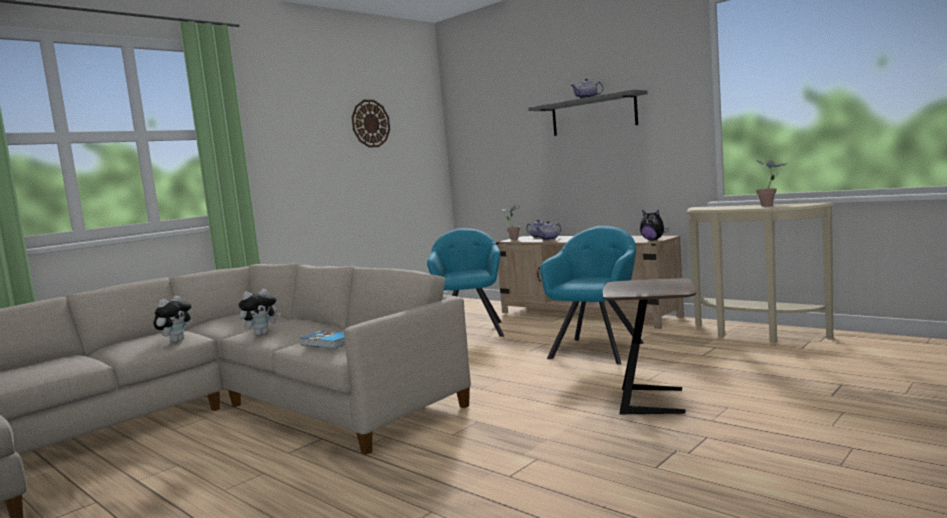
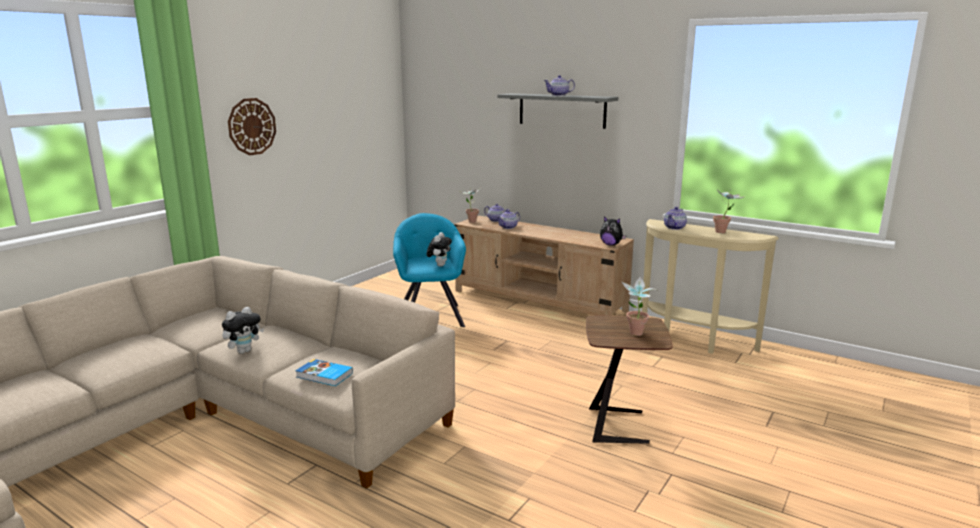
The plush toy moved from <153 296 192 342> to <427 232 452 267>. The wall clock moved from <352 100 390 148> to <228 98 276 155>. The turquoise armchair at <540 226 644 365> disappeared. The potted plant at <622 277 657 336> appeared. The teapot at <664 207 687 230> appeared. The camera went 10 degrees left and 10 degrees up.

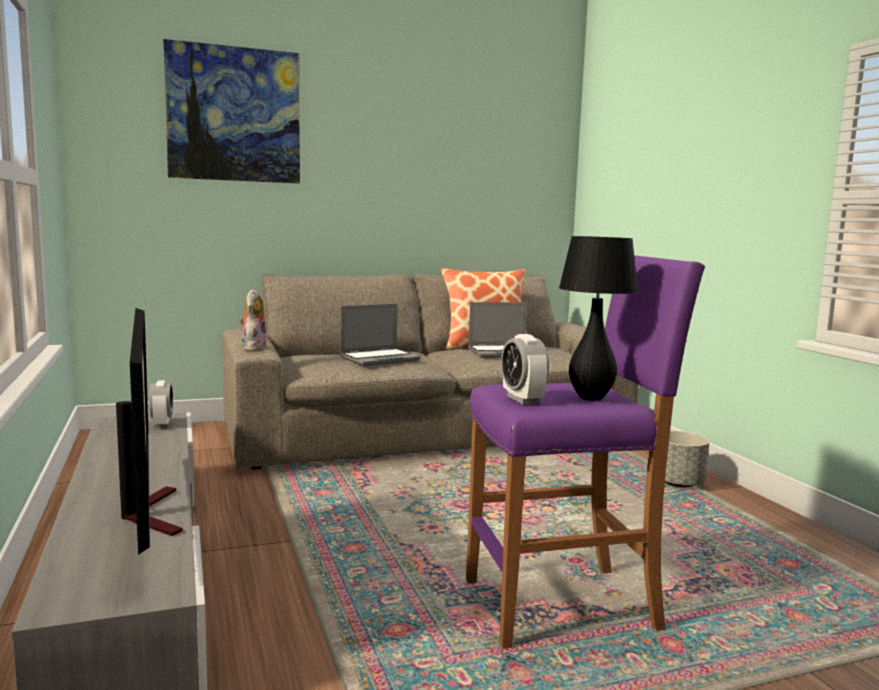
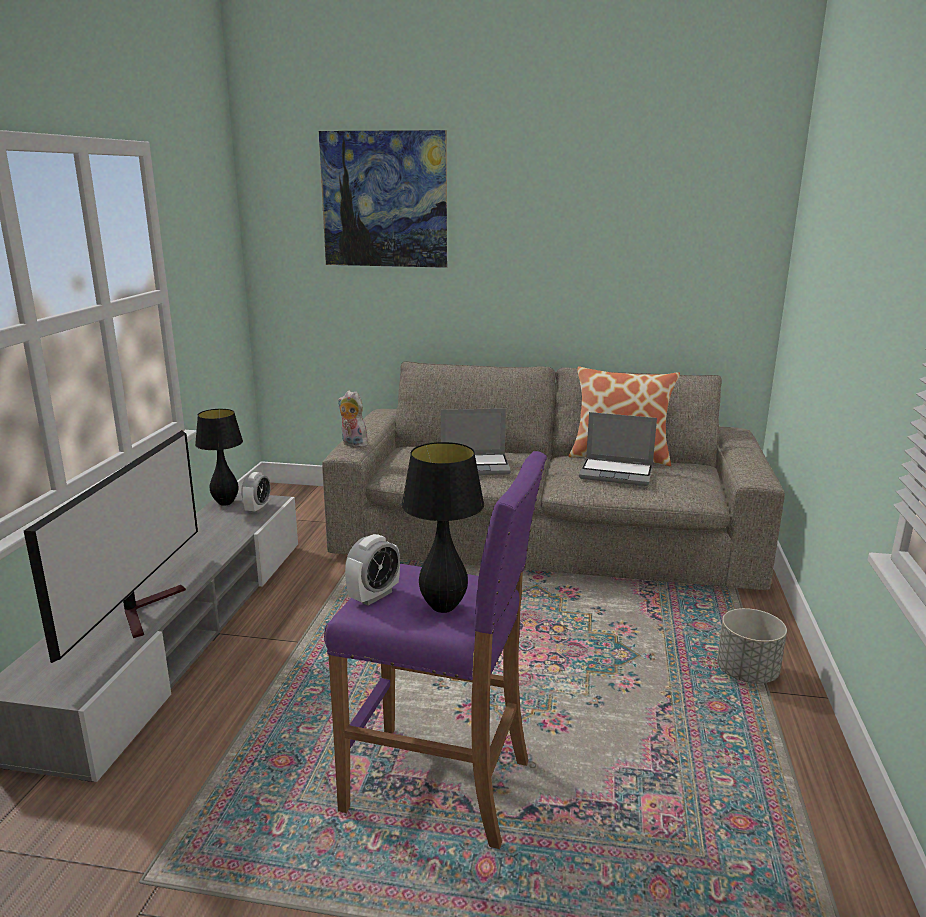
The plush toy at <239 289 267 351> turned 90 degrees counterclockwise. The alarm clock at <501 334 549 405> turned 150 degrees counterclockwise. The black table lamp at <195 409 243 506> appeared. The camera went 30 degrees right and 10 degrees up.

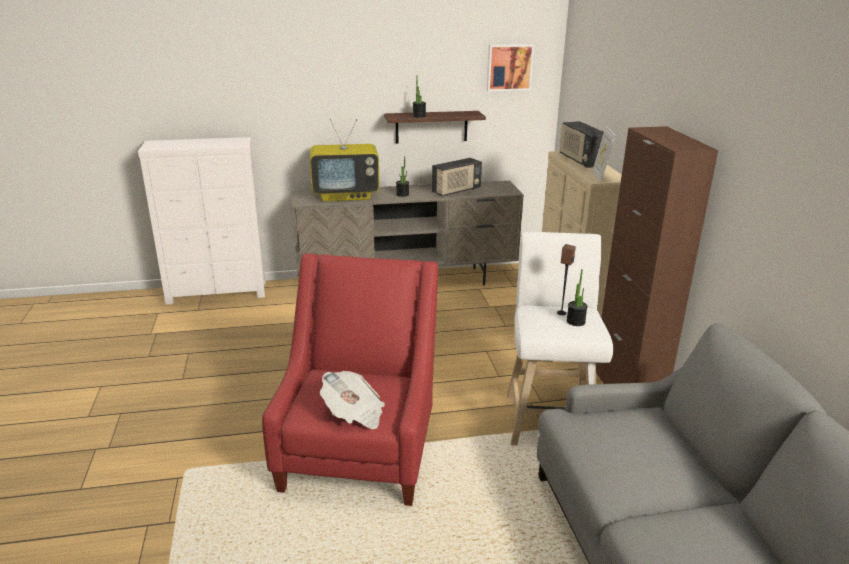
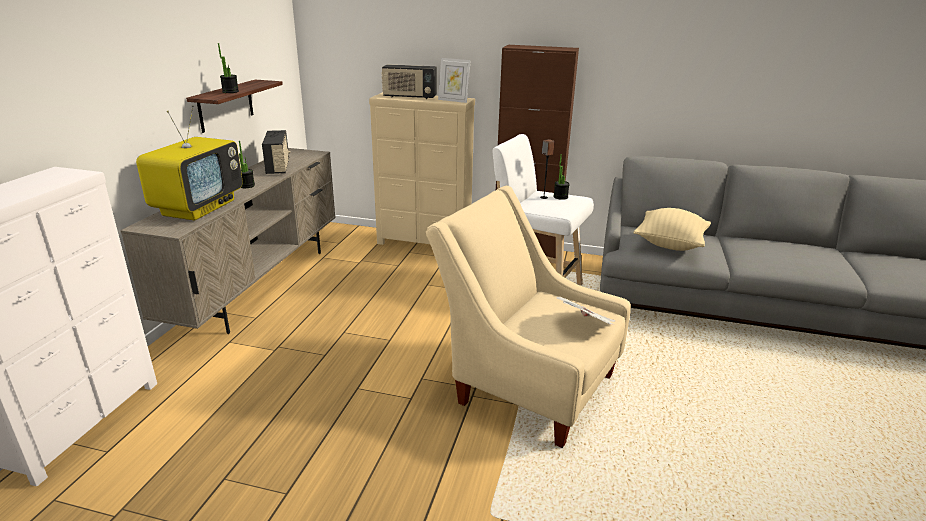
The red armchair at <262 253 438 506> became the beige armchair at <426 186 631 448>. The picture at <487 44 534 92> disappeared. The beige pillow at <633 208 711 251> appeared. The camera went 65 degrees left and 0 degrees up.

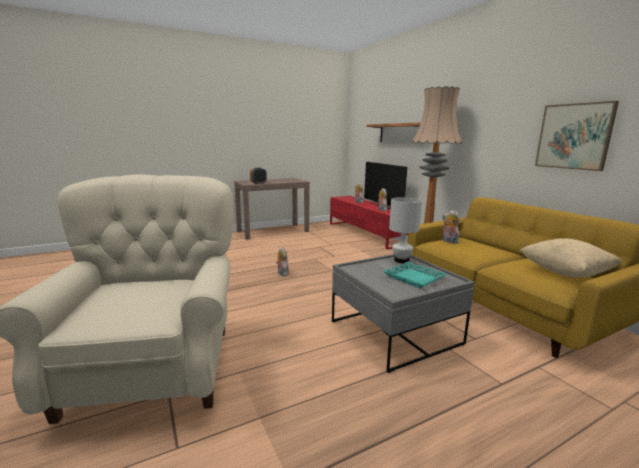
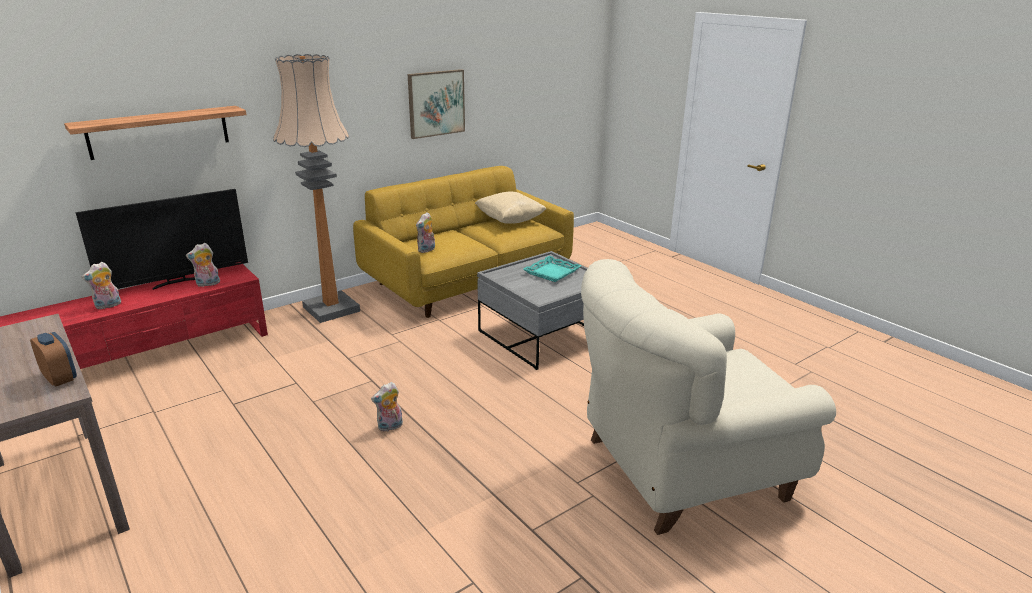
The white table lamp at <389 197 422 263> disappeared. The camera went 100 degrees left and 10 degrees up.

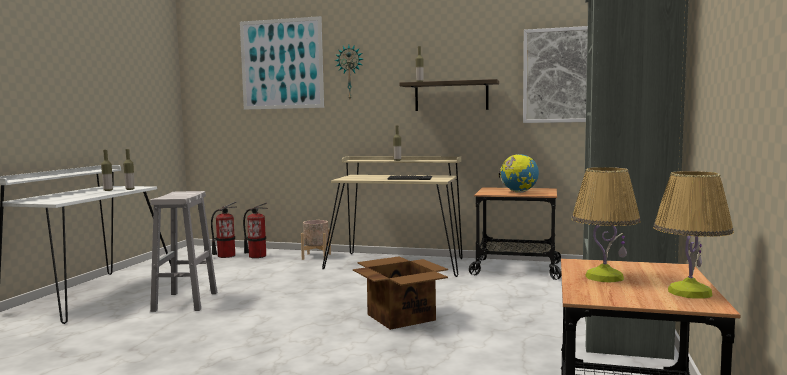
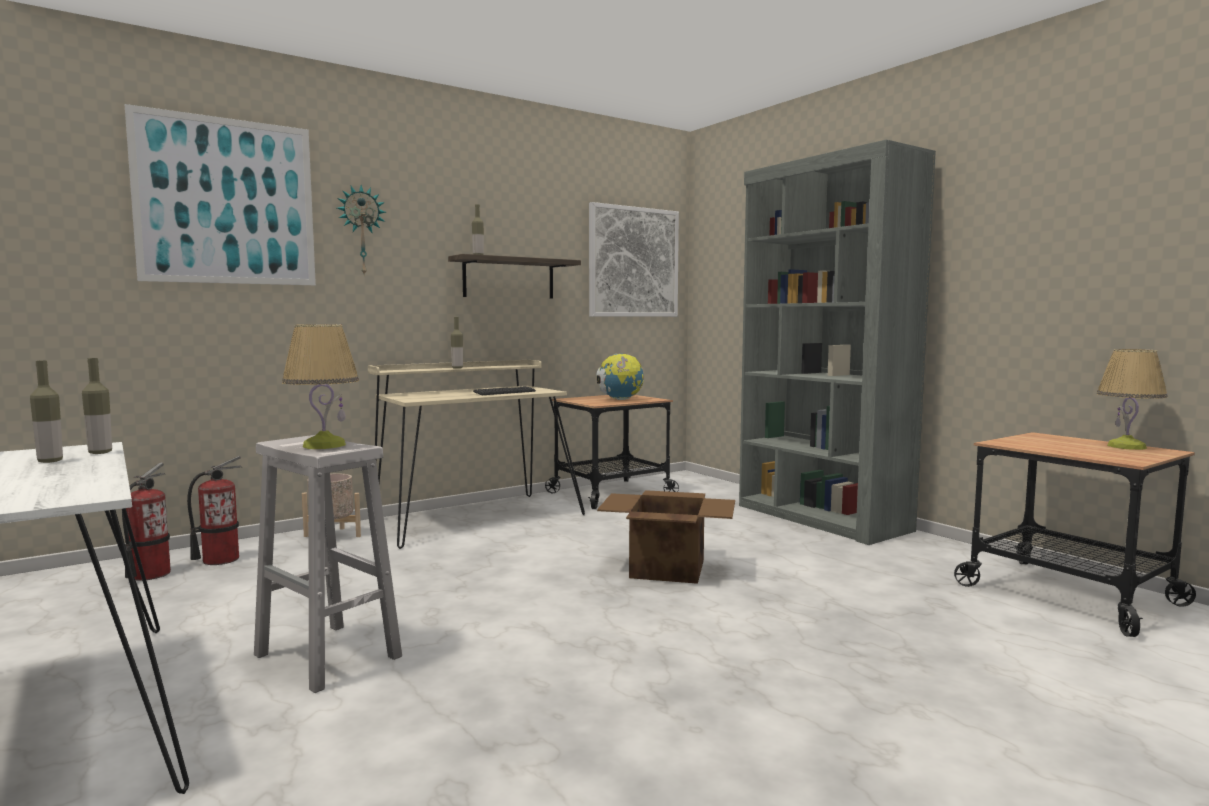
The table lamp moved from <572 167 641 282> to <282 324 359 449>. The camera went 50 degrees left and 0 degrees up.

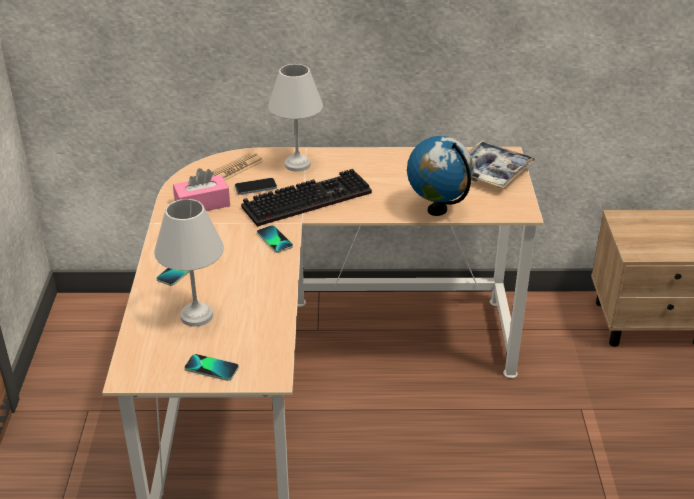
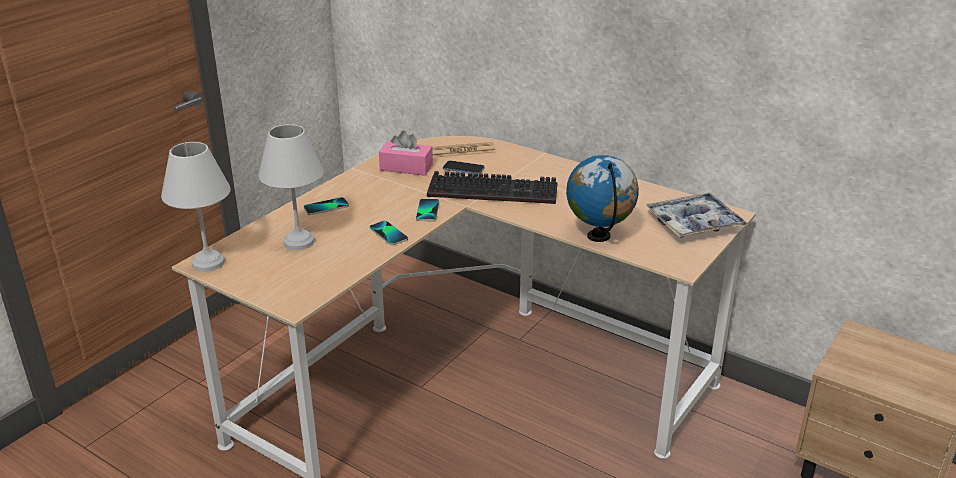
The phone moved from <184 354 239 381> to <369 221 408 245>. The white table lamp moved from <268 64 323 172> to <161 142 231 272>. The camera went 35 degrees right and 5 degrees down.

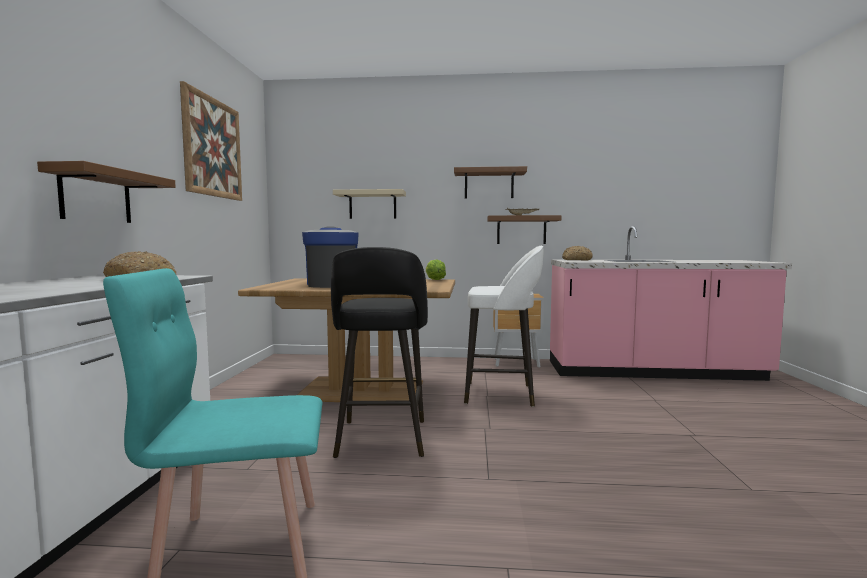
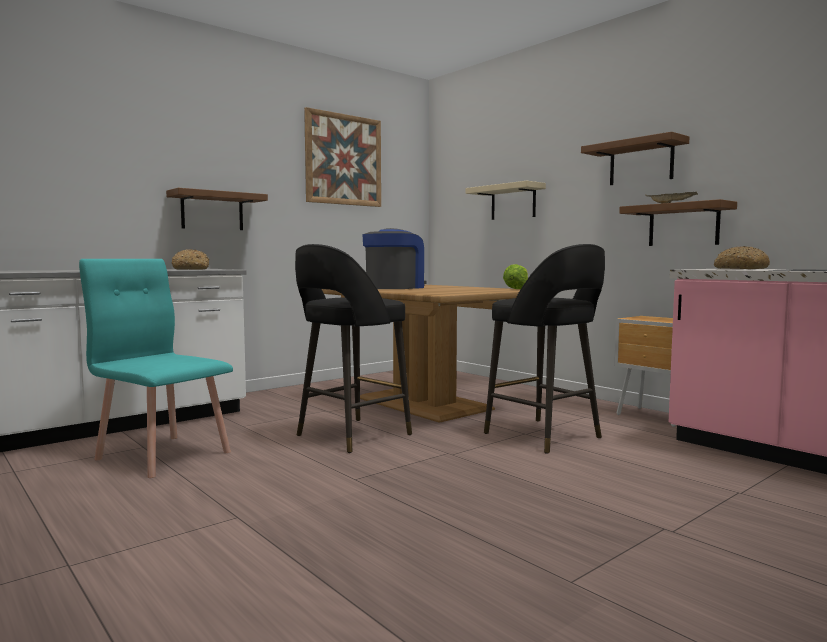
The white stool at <464 246 543 407> became the black stool at <484 244 605 454>. The camera went 45 degrees right and 0 degrees up.

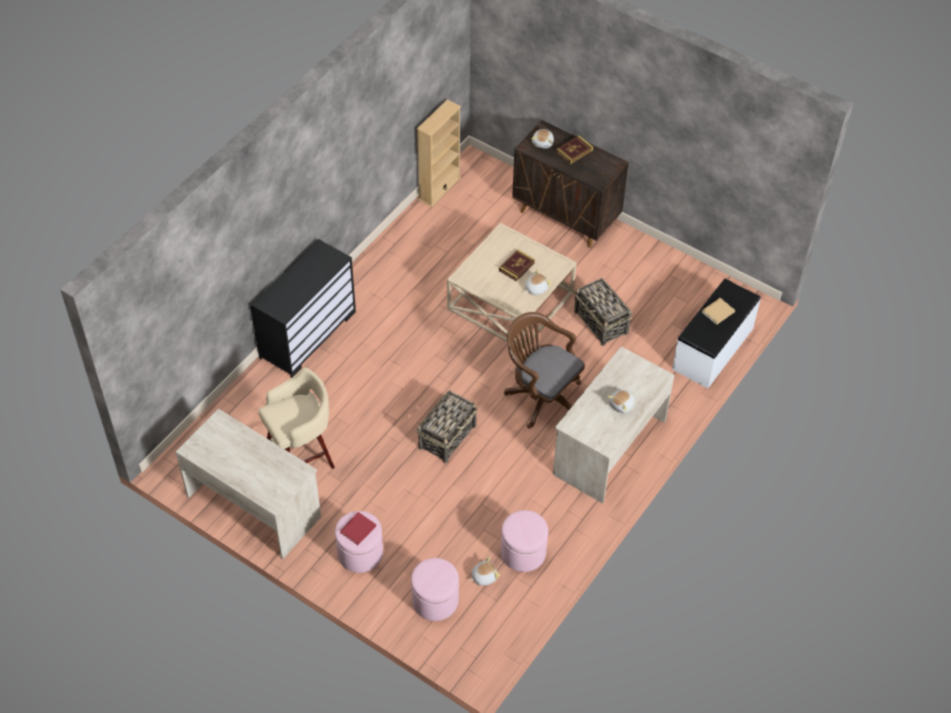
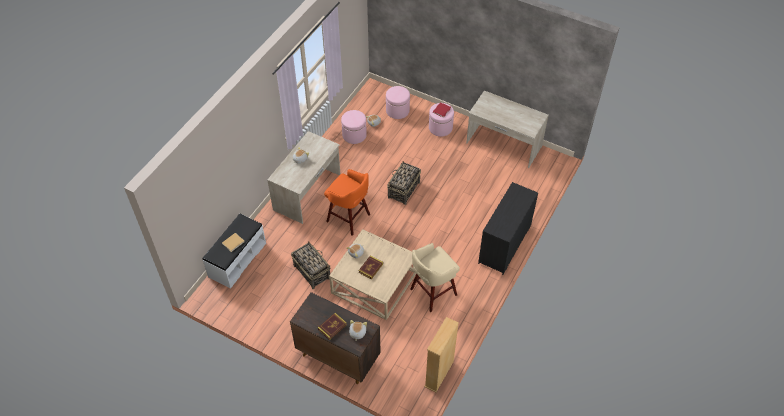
The beige stool moved from <258 368 335 469> to <410 243 460 312>. The brown office chair at <504 312 585 429> was replaced by the orange stool at <324 169 370 236>. The camera went 175 degrees right and 0 degrees up.

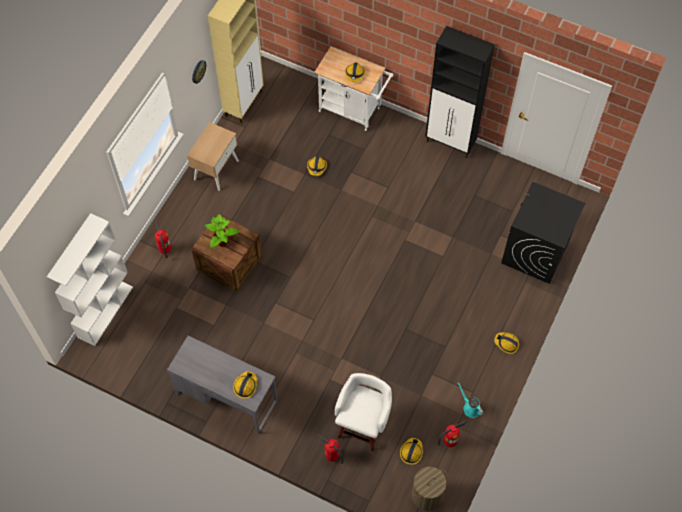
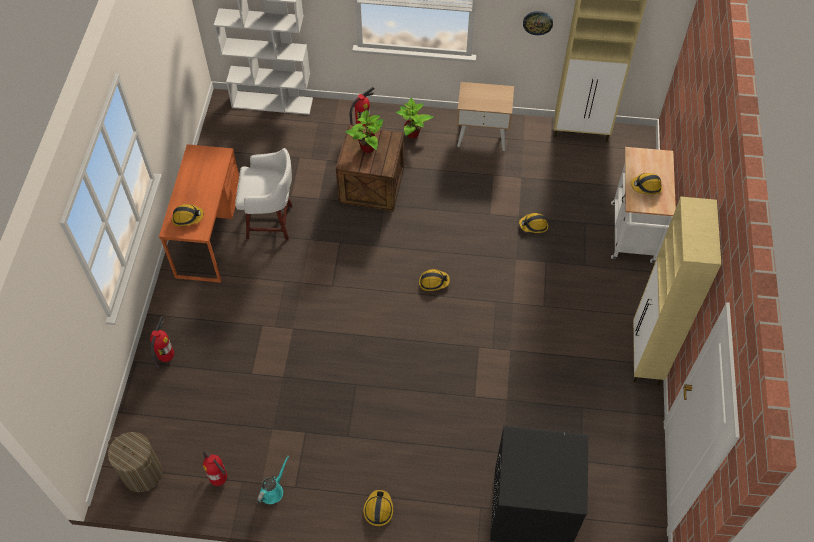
The grey desk at <167 336 278 434> became the orange desk at <159 144 239 283>. The white stool moved from <335 373 392 452> to <235 148 292 240>. The hard hat moved from <400 438 423 465> to <419 269 450 291>. The black cabinet at <425 26 495 158> became the beige cabinet at <633 196 721 385>. The potted plant at <396 98 433 139> appeared. The camera went 70 degrees right and 5 degrees down.

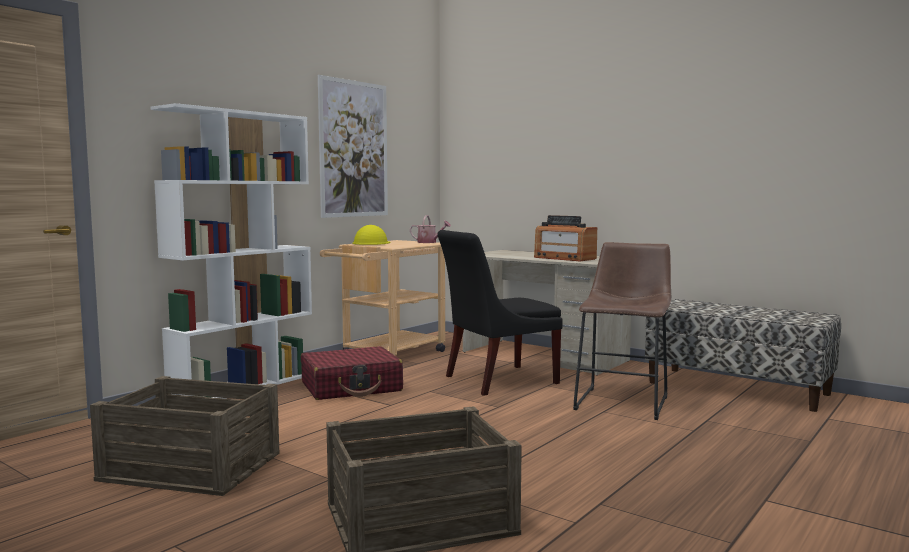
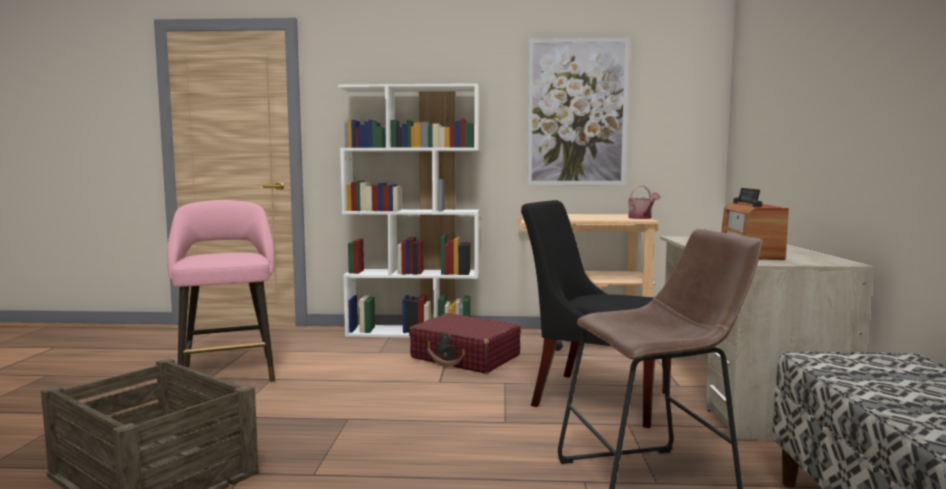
The crate at <90 376 279 496> was replaced by the pink stool at <167 200 275 383>. The yellow hard hat at <352 225 391 245> disappeared. The camera went 55 degrees right and 0 degrees up.

